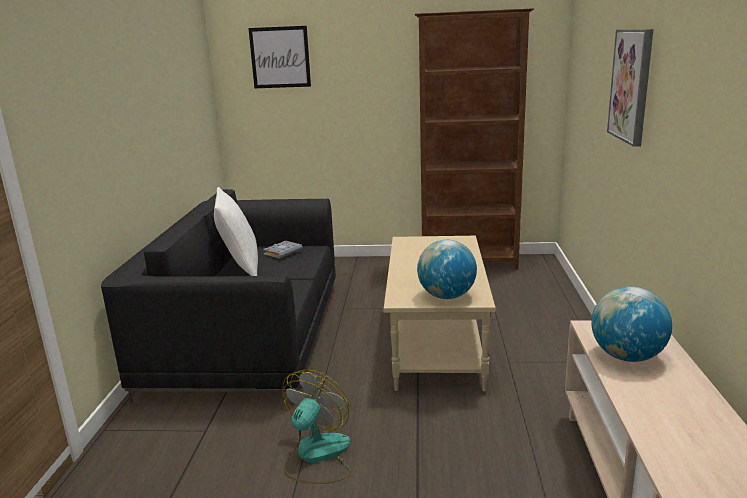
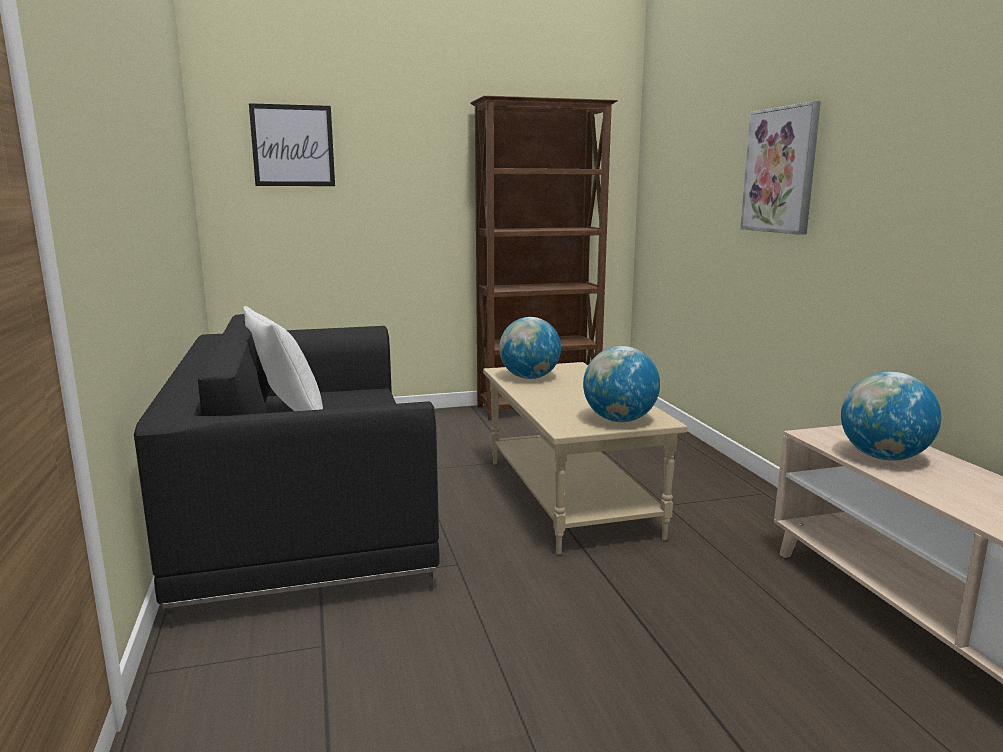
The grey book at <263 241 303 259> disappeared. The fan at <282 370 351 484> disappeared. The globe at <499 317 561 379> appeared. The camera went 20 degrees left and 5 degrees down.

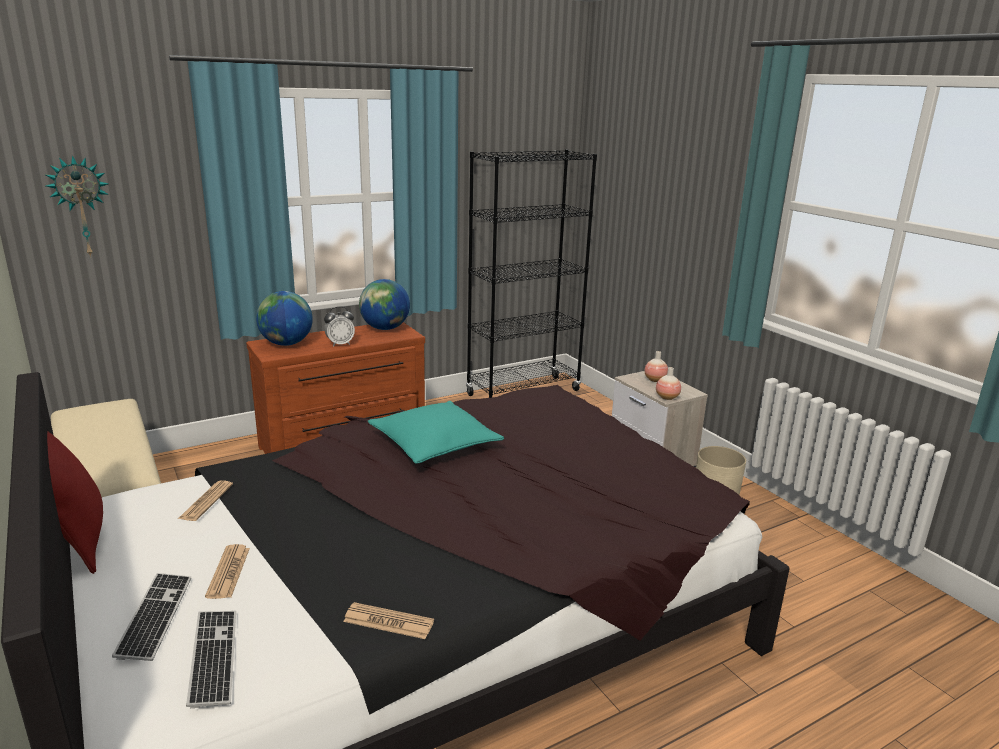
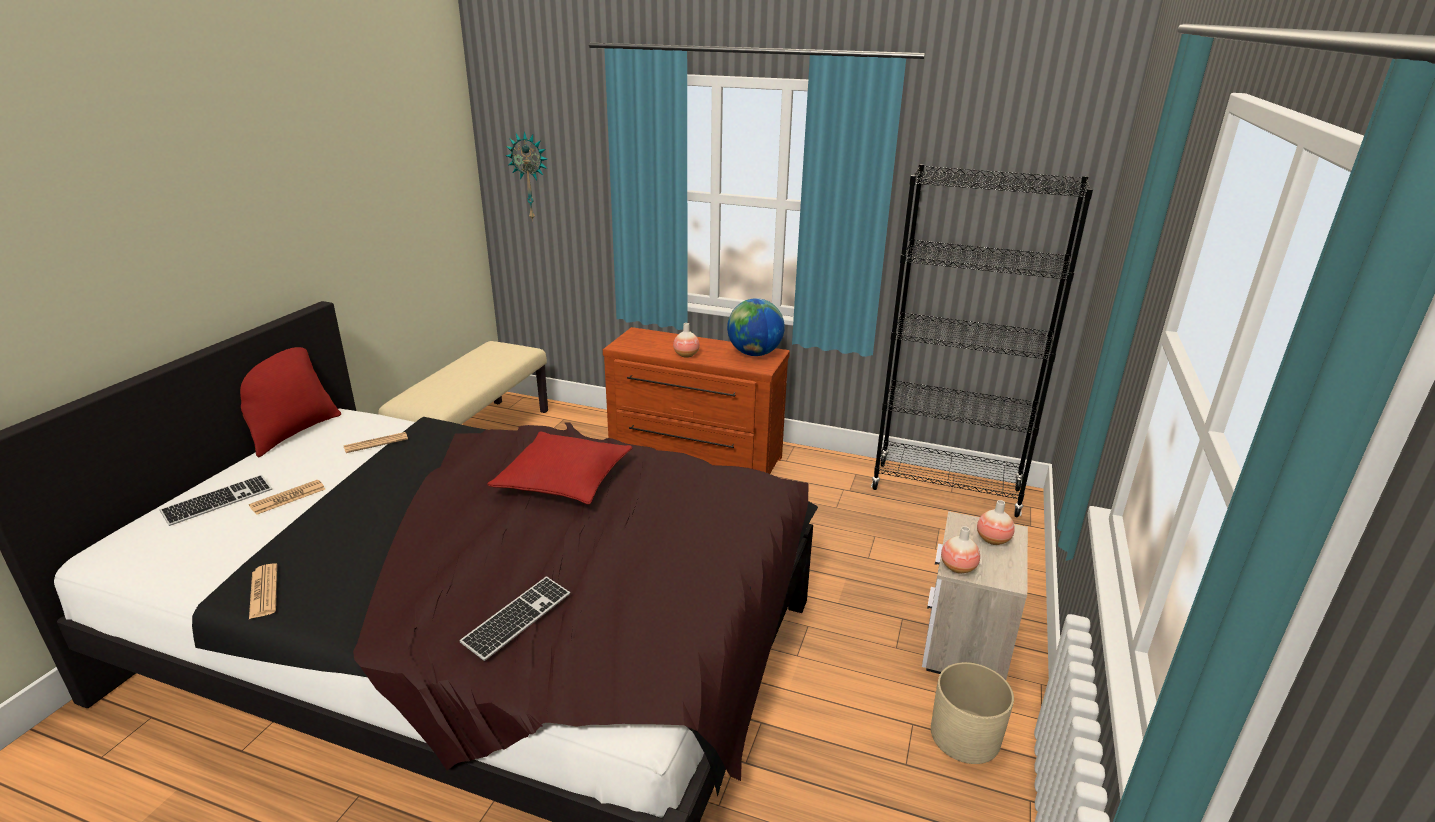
The keyboard moved from <186 611 236 708> to <460 576 570 661>. The globe at <256 291 313 346> disappeared. The alarm clock at <324 306 355 347> was replaced by the vase at <673 323 700 358>. The turquoise pillow at <368 401 504 464> became the red pillow at <487 432 632 505>. The camera went 50 degrees right and 5 degrees up.

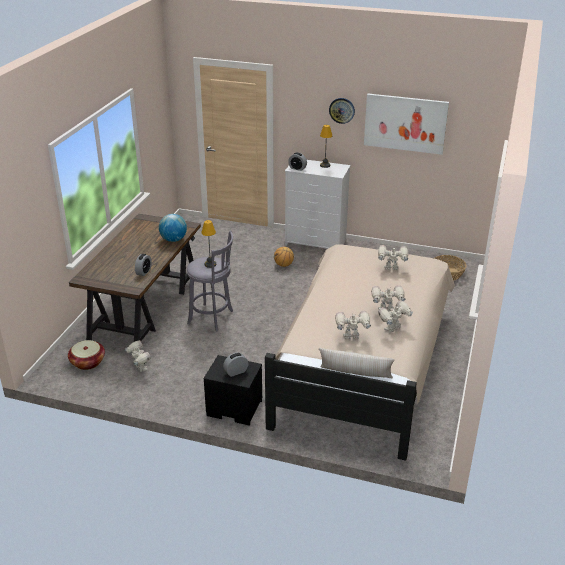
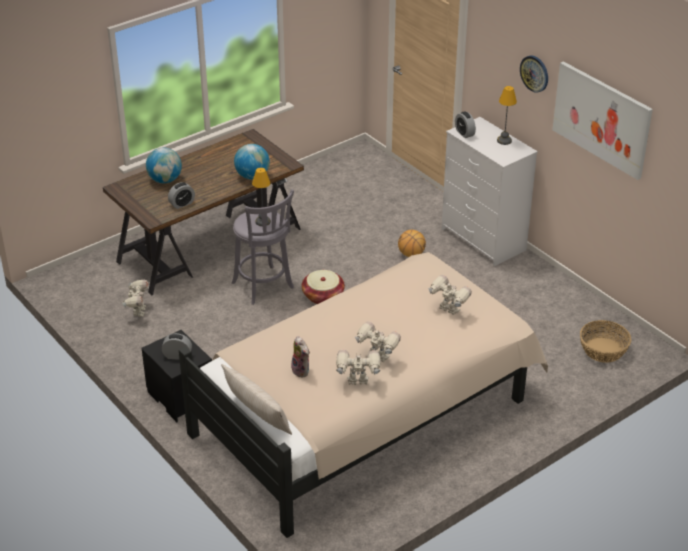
The basket moved from <68 340 105 370> to <302 270 345 304>. The toy robot at <335 311 371 339> was replaced by the plush toy at <291 336 310 377>. The globe at <146 147 182 183> appeared. The camera went 35 degrees right and 5 degrees up.

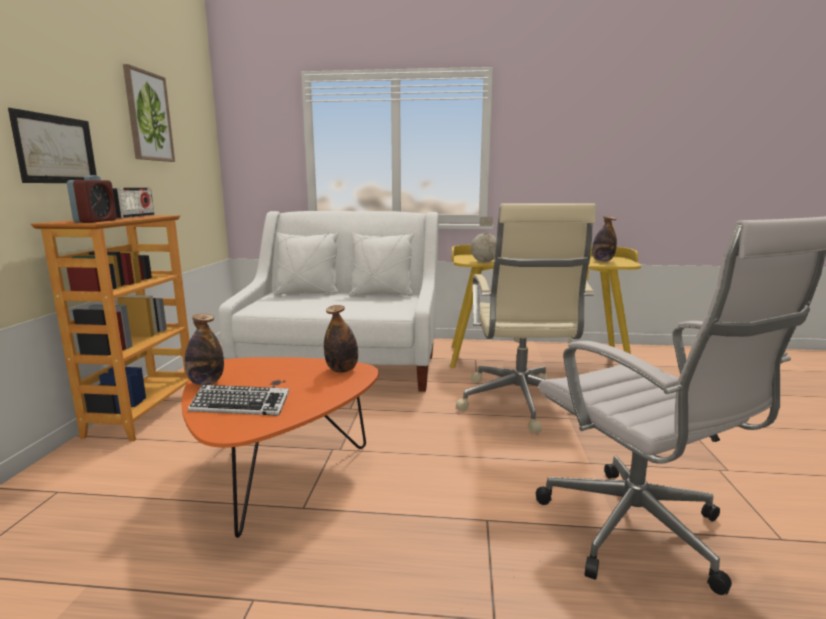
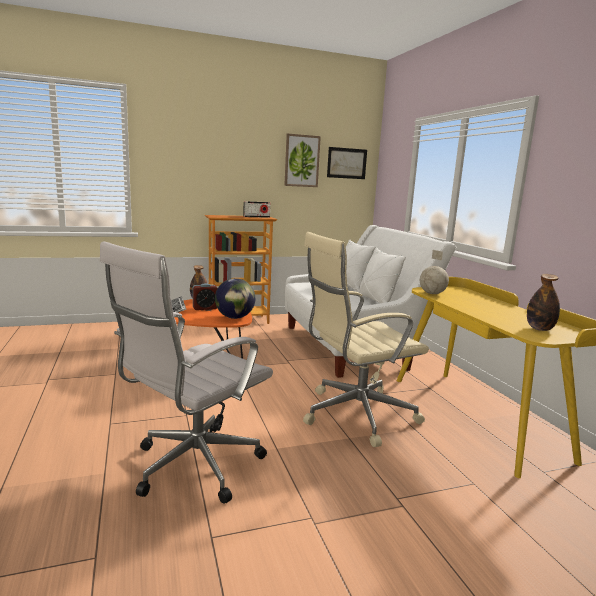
The picture moved from <8 108 97 183> to <327 147 367 179>. The alarm clock moved from <67 175 117 223> to <193 283 218 310>. The bottle at <324 305 358 373> was replaced by the globe at <215 278 255 319>. The camera went 65 degrees right and 0 degrees up.

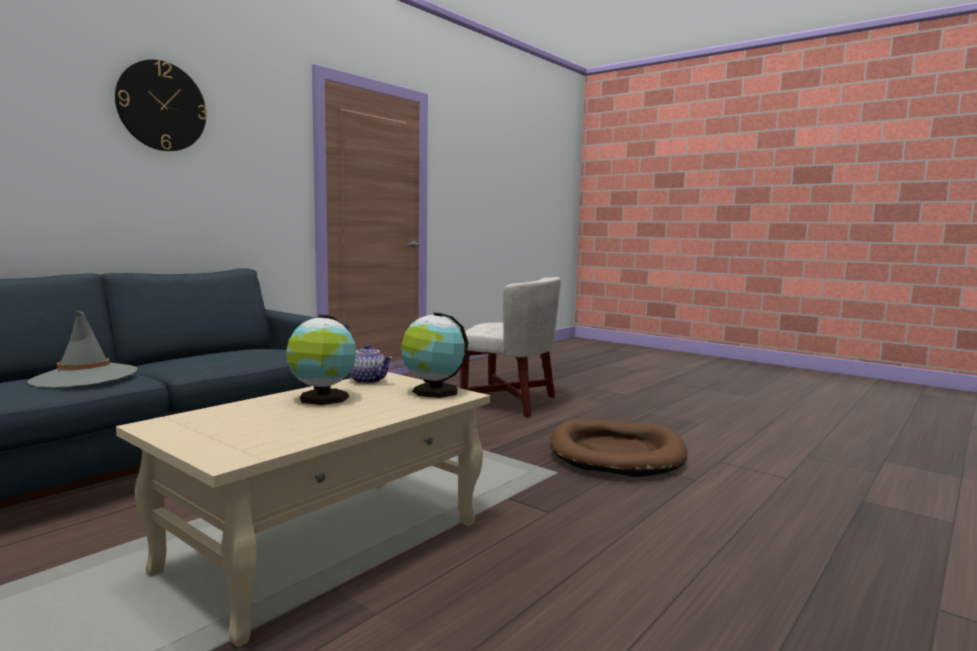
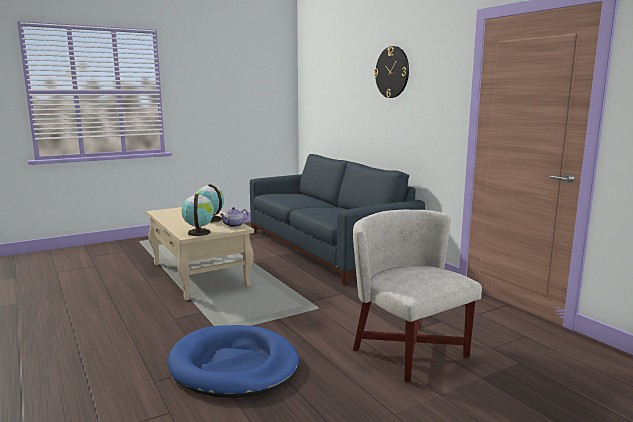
The grey hat at <27 310 137 388> disappeared. The white armchair at <460 277 561 418> turned 105 degrees clockwise. The brown dog bed at <550 420 687 477> became the blue dog bed at <167 325 299 398>. The camera went 110 degrees right and 5 degrees up.

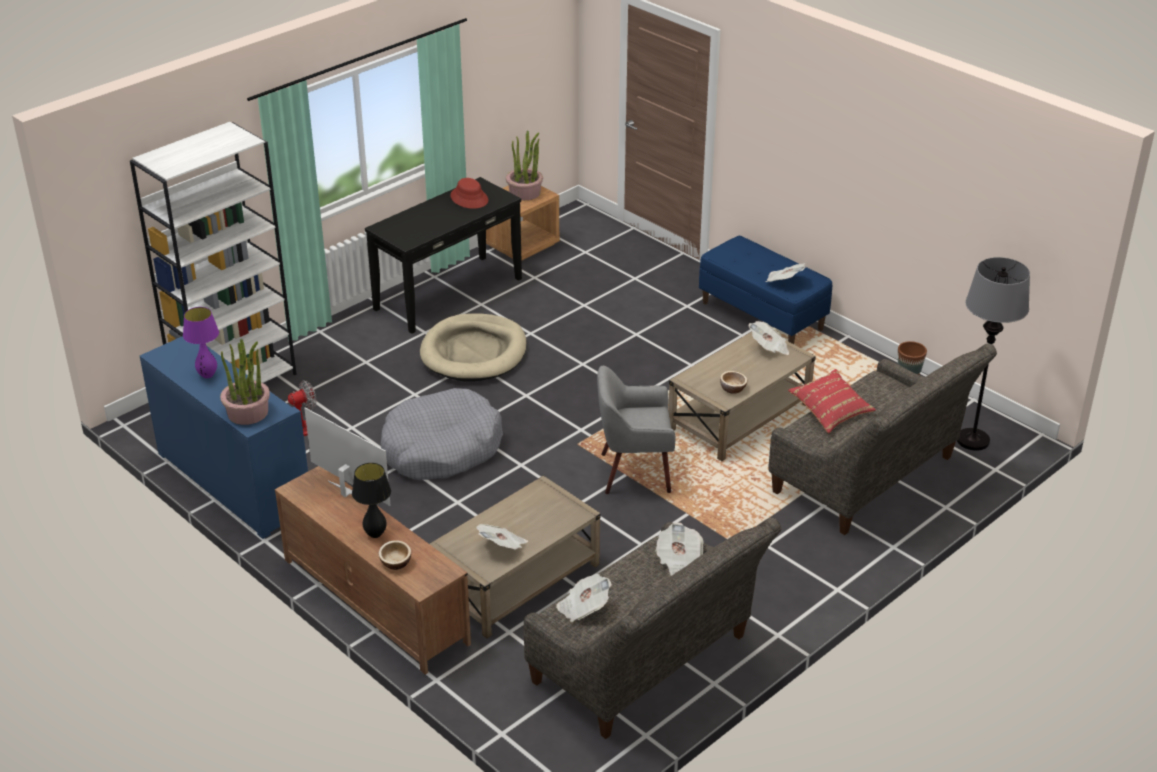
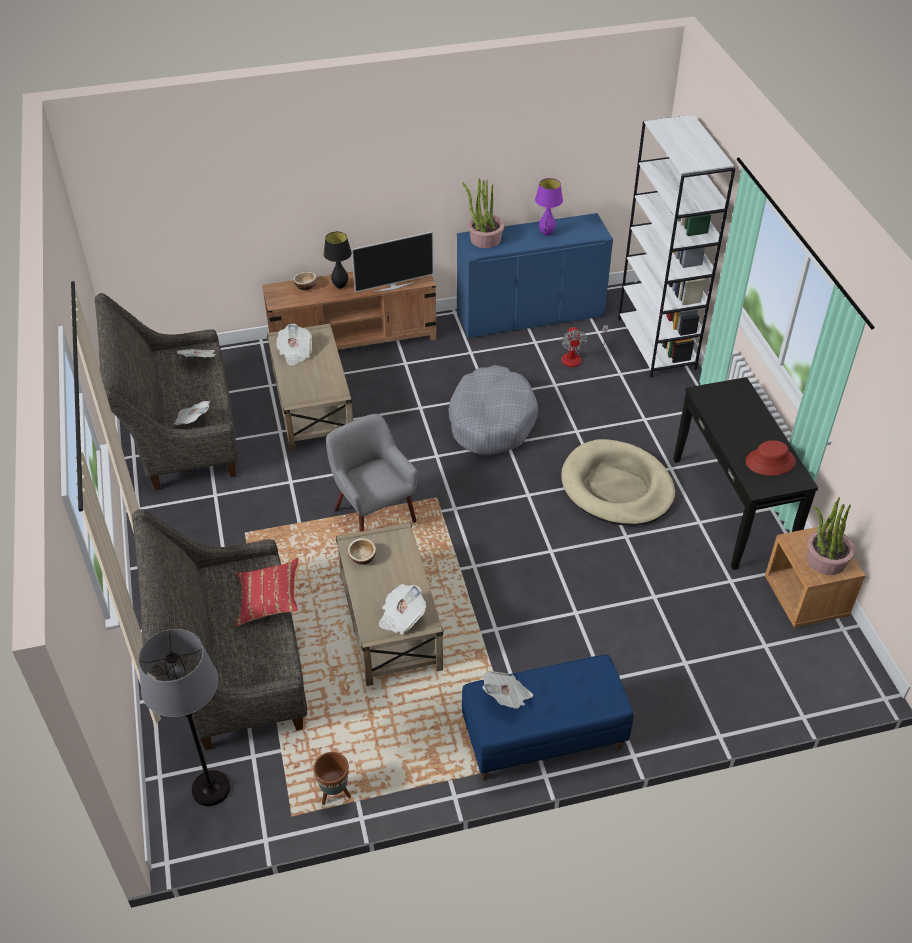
The grey armchair at <597 366 676 494> turned 60 degrees counterclockwise. The camera went 120 degrees right and 10 degrees up.

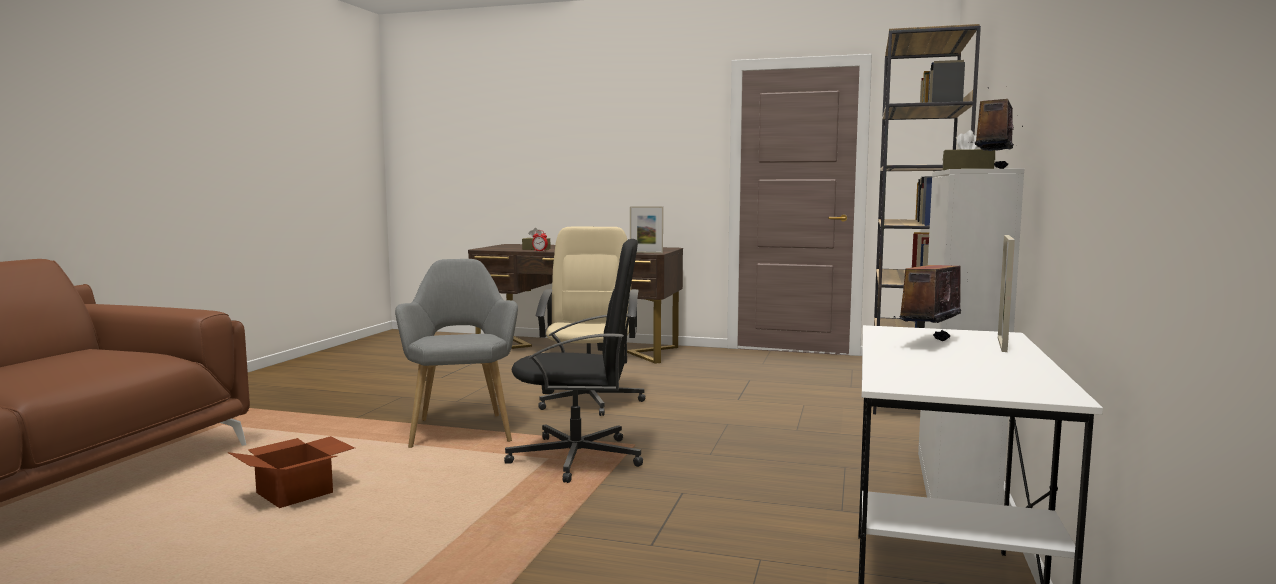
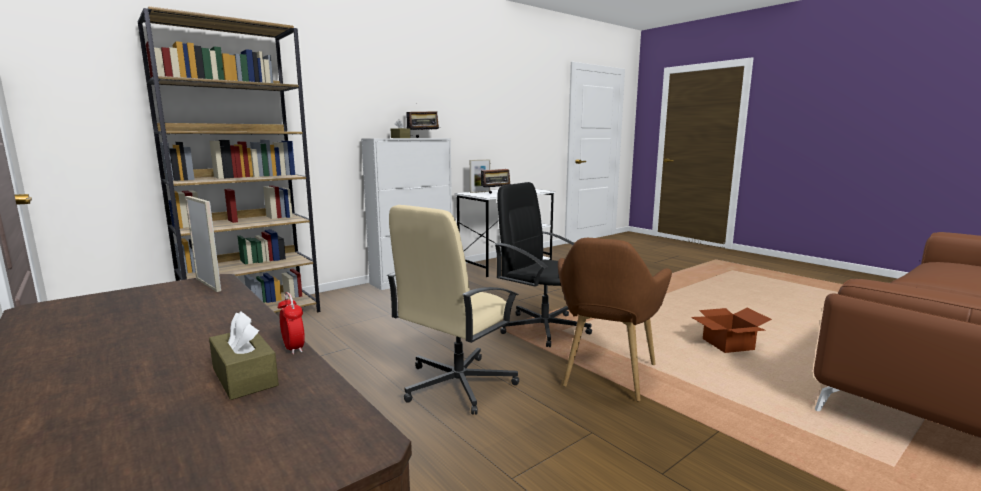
The grey armchair at <395 259 518 448> became the brown armchair at <558 238 672 402>. The camera went 145 degrees left and 5 degrees up.

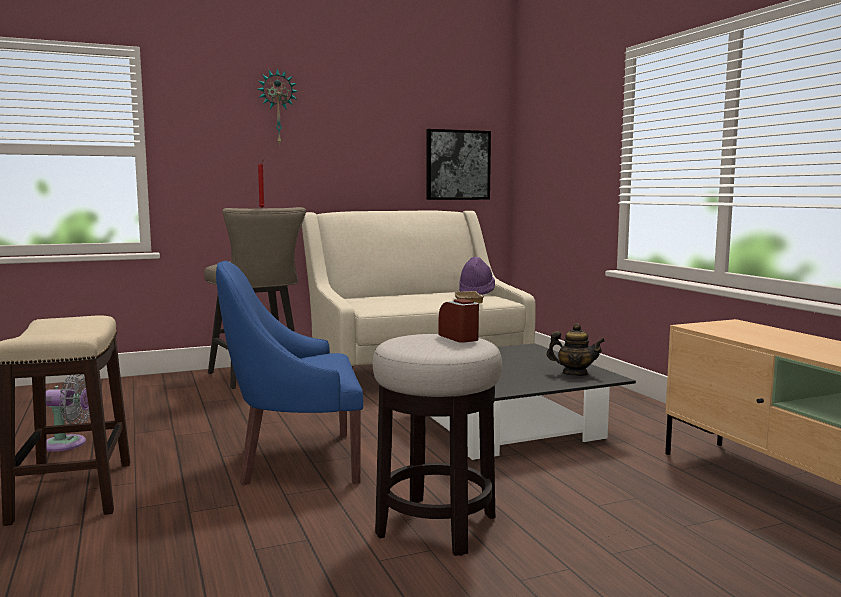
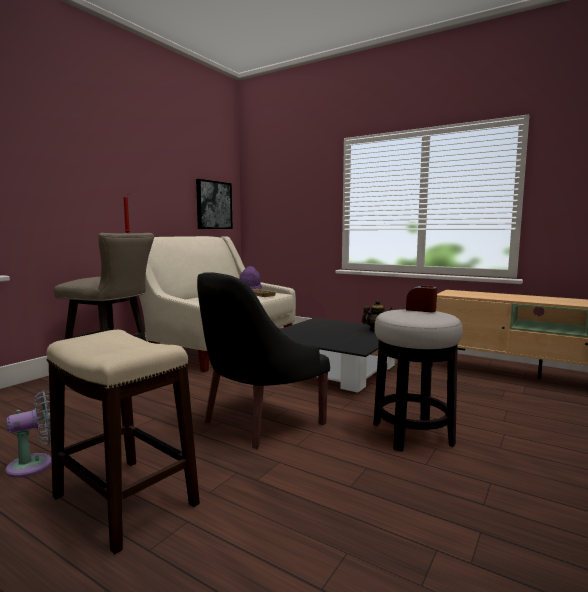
The blue armchair at <216 261 364 486> became the black armchair at <197 272 330 449>. The wall clock at <258 68 299 146> disappeared. The camera went 35 degrees left and 0 degrees up.

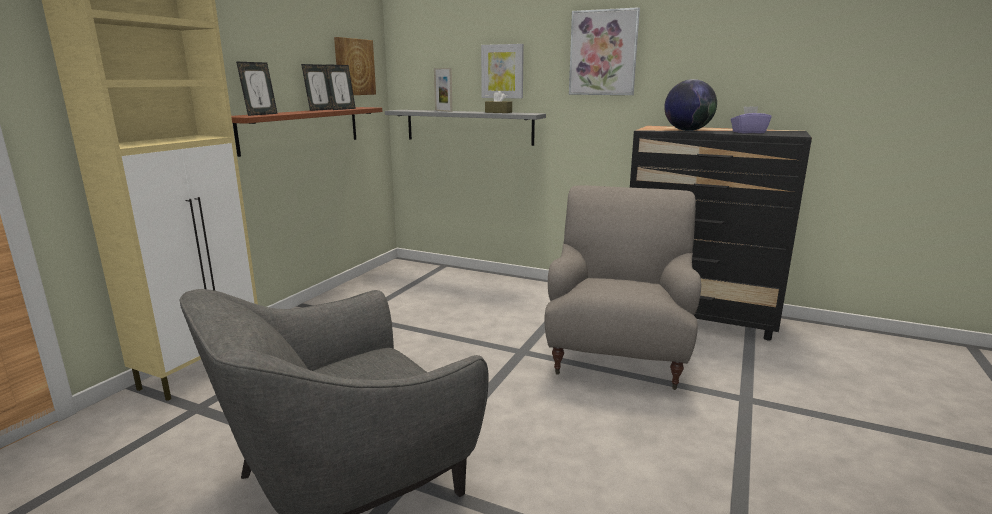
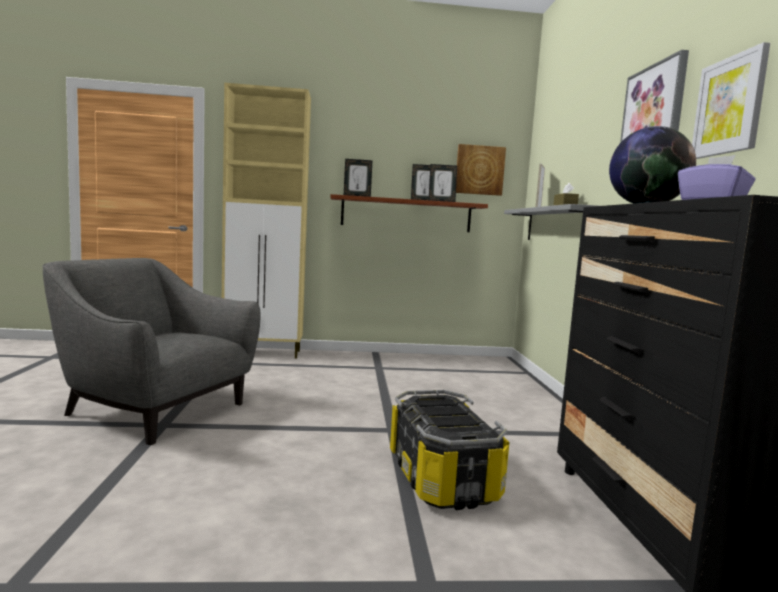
The picture moved from <481 44 524 99> to <692 42 770 159>. The grey armchair at <545 185 701 390> was replaced by the storage box at <390 390 509 510>. The camera went 60 degrees right and 10 degrees down.

